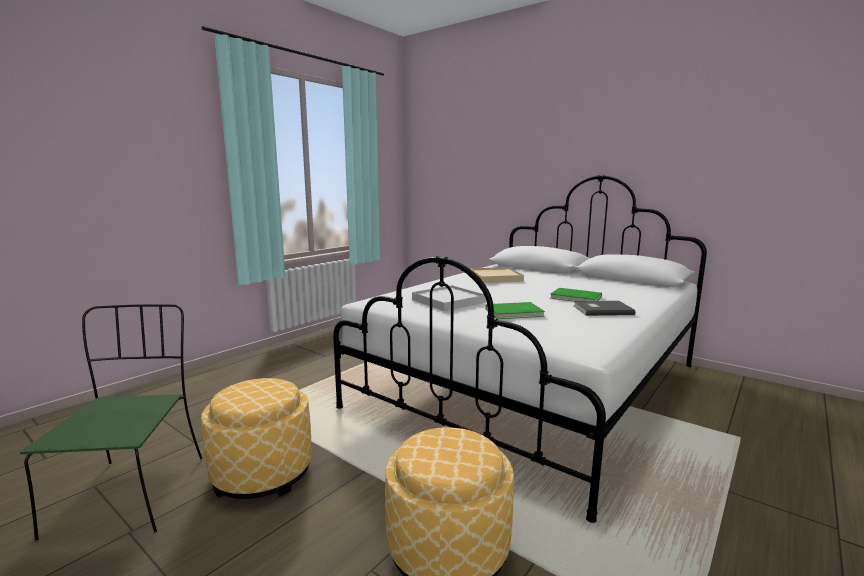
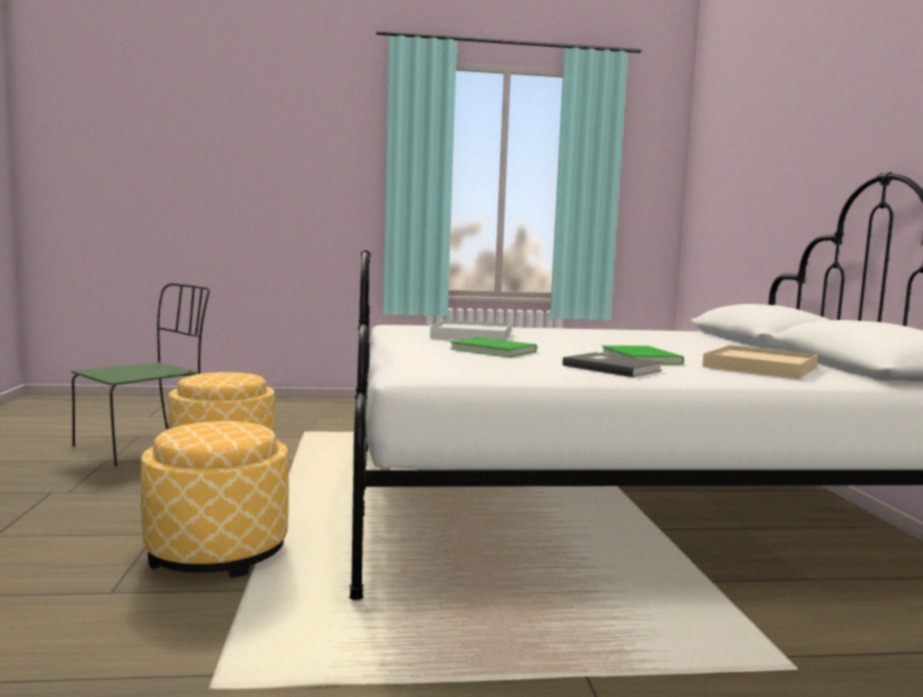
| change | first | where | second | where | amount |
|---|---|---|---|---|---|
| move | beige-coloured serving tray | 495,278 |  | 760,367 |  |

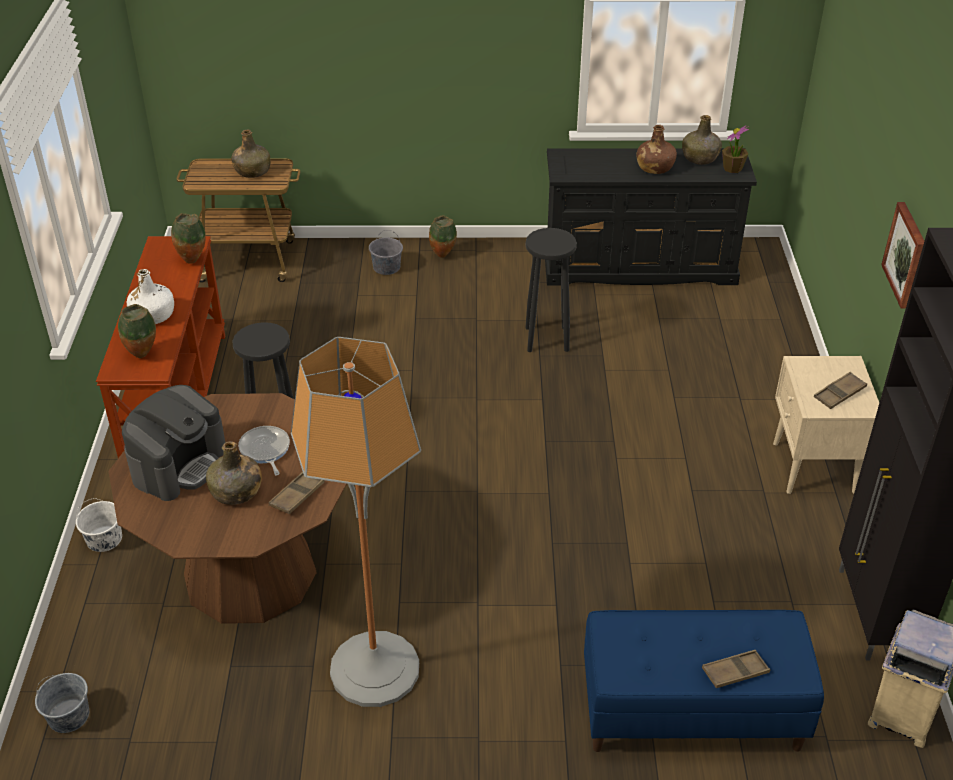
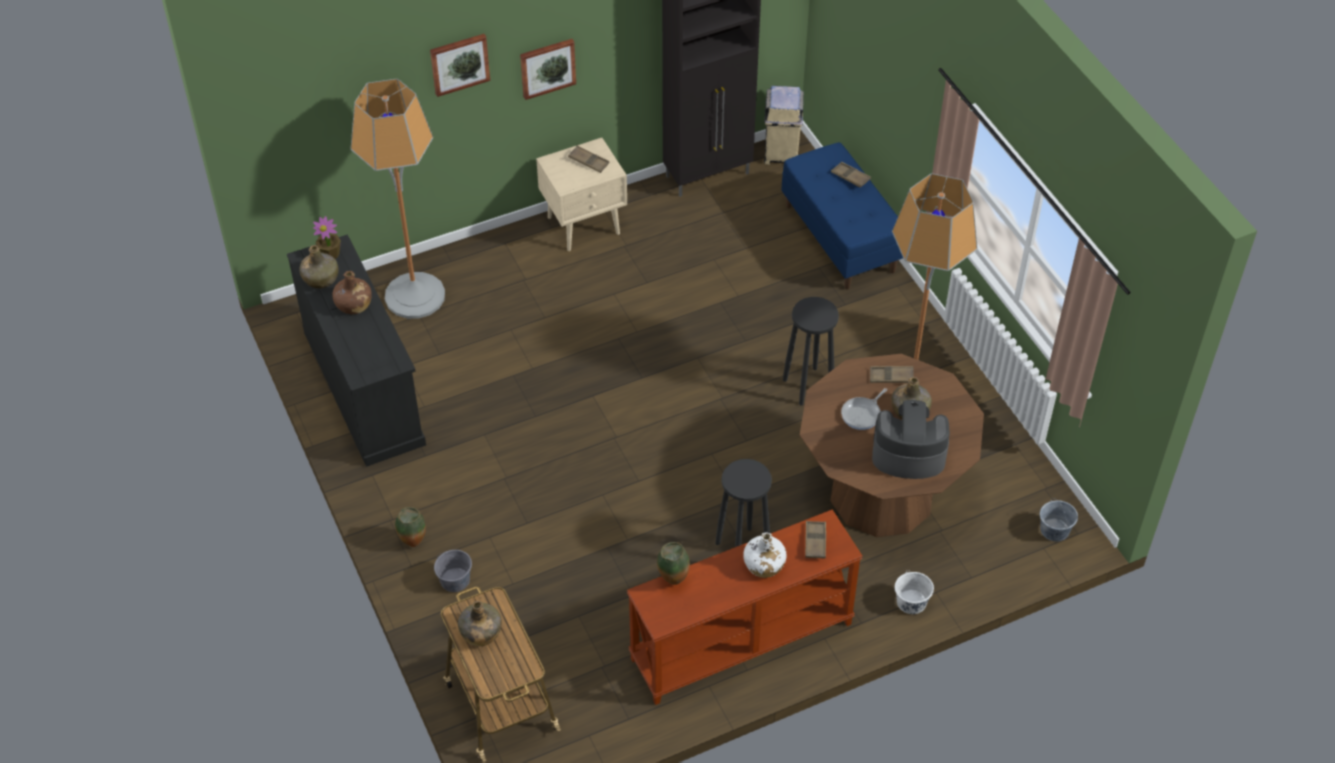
| change | first | where | second | where | amount |
|---|---|---|---|---|---|
| move | blackish sitting stool | 547,339 |  | 808,385 |  |
| replace | decorative vase | 143,355 | brownish serving tray | 815,542 |  |
| insert |  |  | wall picture | 459,63 |  |
| insert |  |  | floor lamp | 415,296 |  |

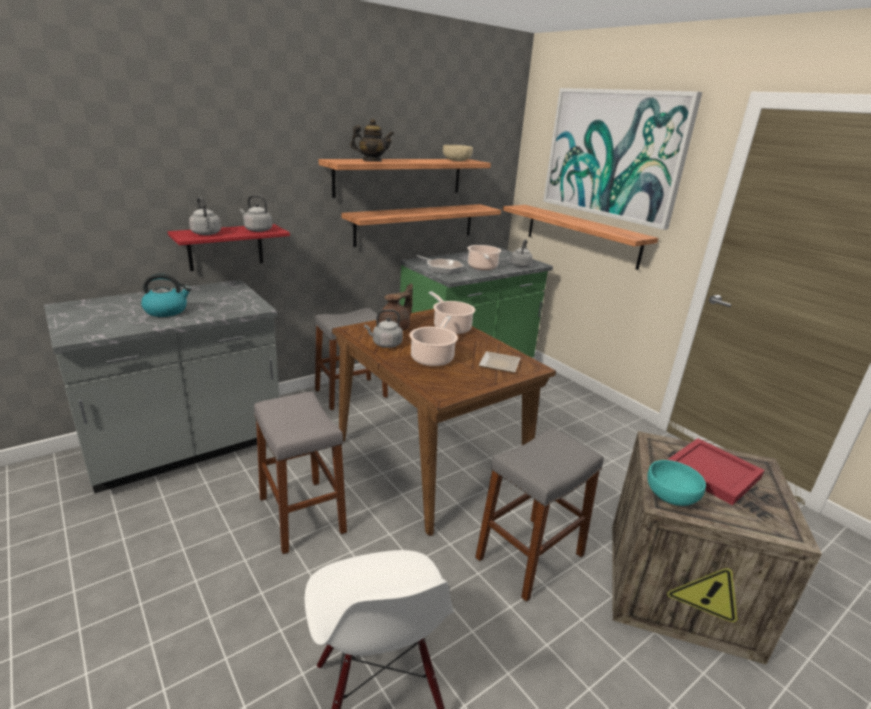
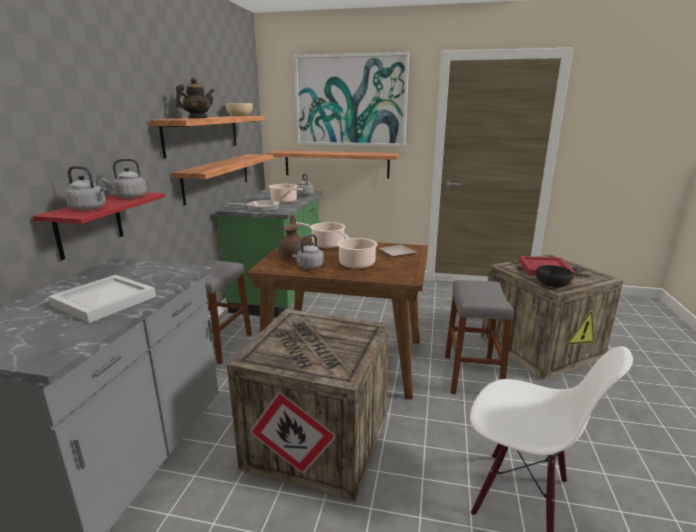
| change | first | where | second | where | amount |
|---|---|---|---|---|---|
| replace | tea kettle | 167,311 | whitish serving tray | 102,301 |  |
| replace | greyish sitting stool | 301,514 | shipping crate | 315,442 |  |
| recolor | blue-green deep dish | 671,496 | blackish deep dish | 552,284 |  |

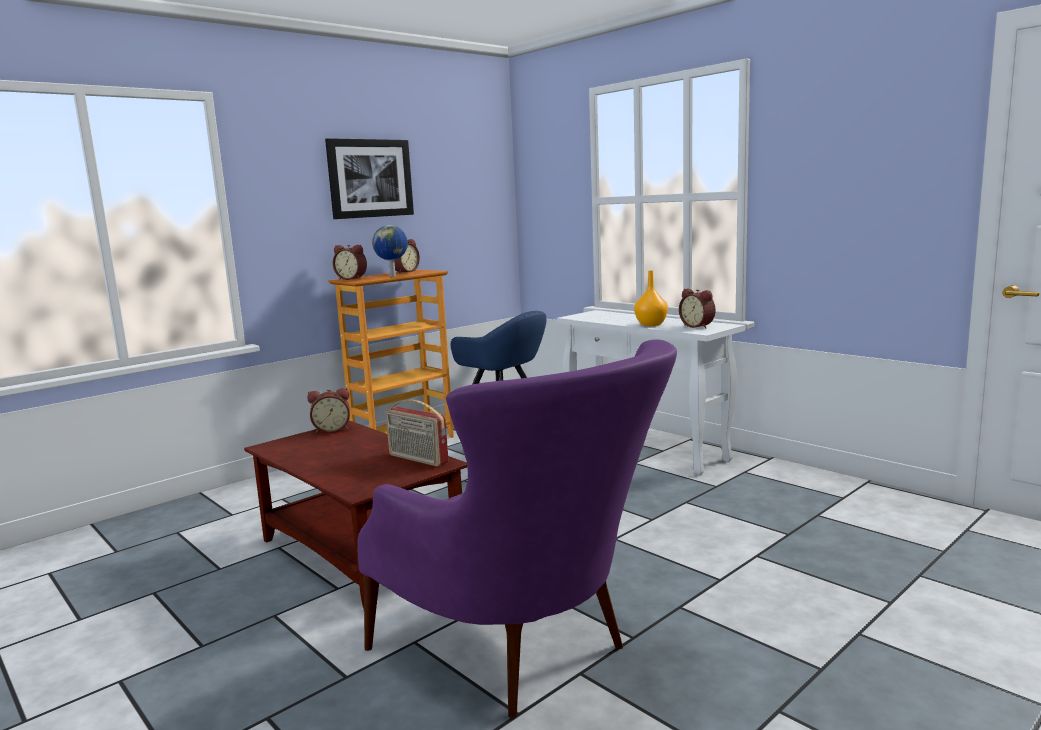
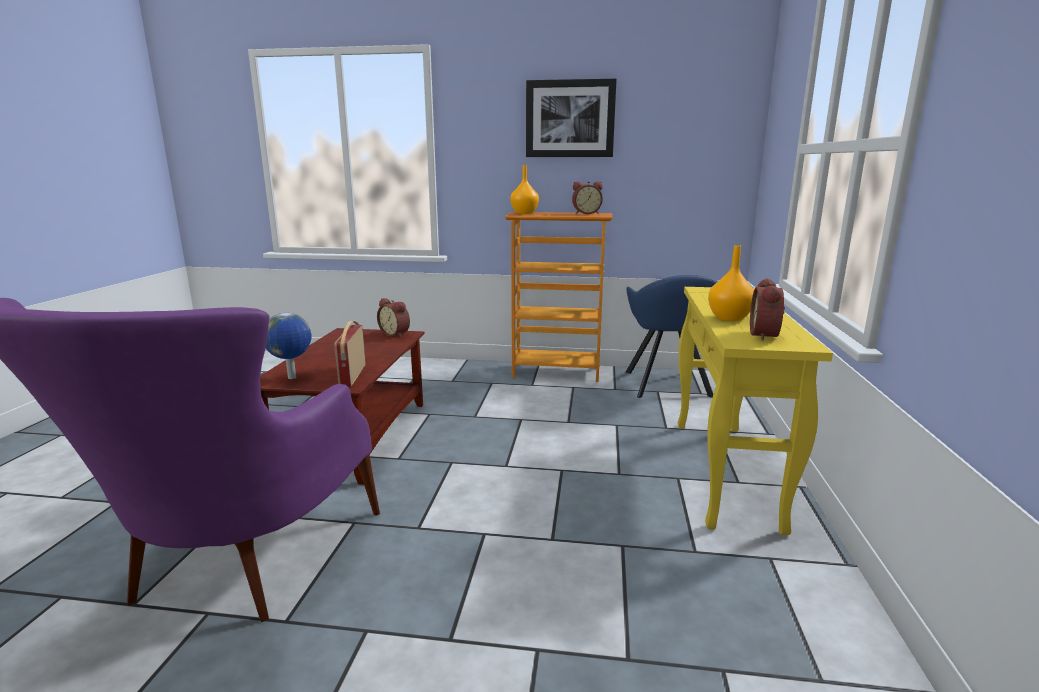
| change | first | where | second | where | amount |
|---|---|---|---|---|---|
| move | globe | 393,276 |  | 292,378 |  |
| replace | bedside clock | 352,279 | orangey decorative vase | 525,213 |  |
| recolor | whitish narrow table | 647,449 | yellow-coloured narrow table | 725,472 |  |

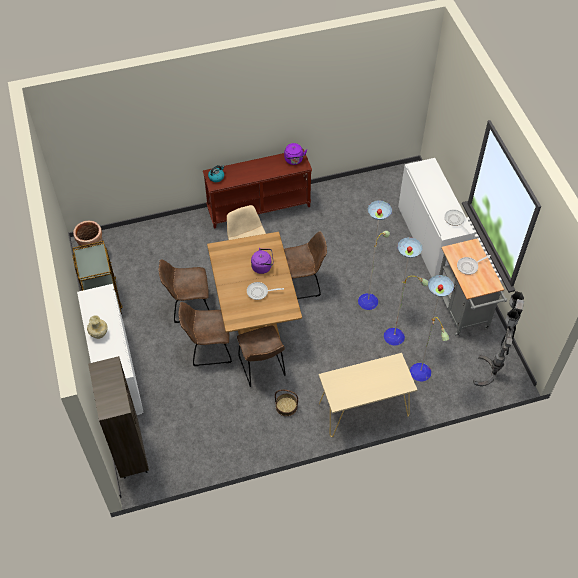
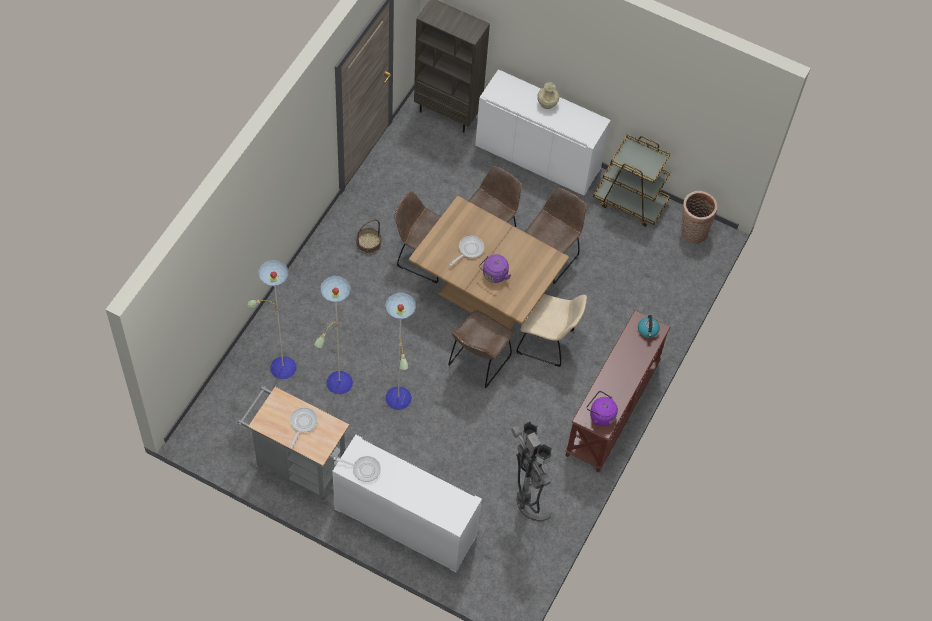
| change | first | where | second | where | amount |
|---|---|---|---|---|---|
| move | greyish floor lamp | 491,373 |  | 524,507 |  |
| delete | beige-coloured narrow table | 363,409 |  |  |  |

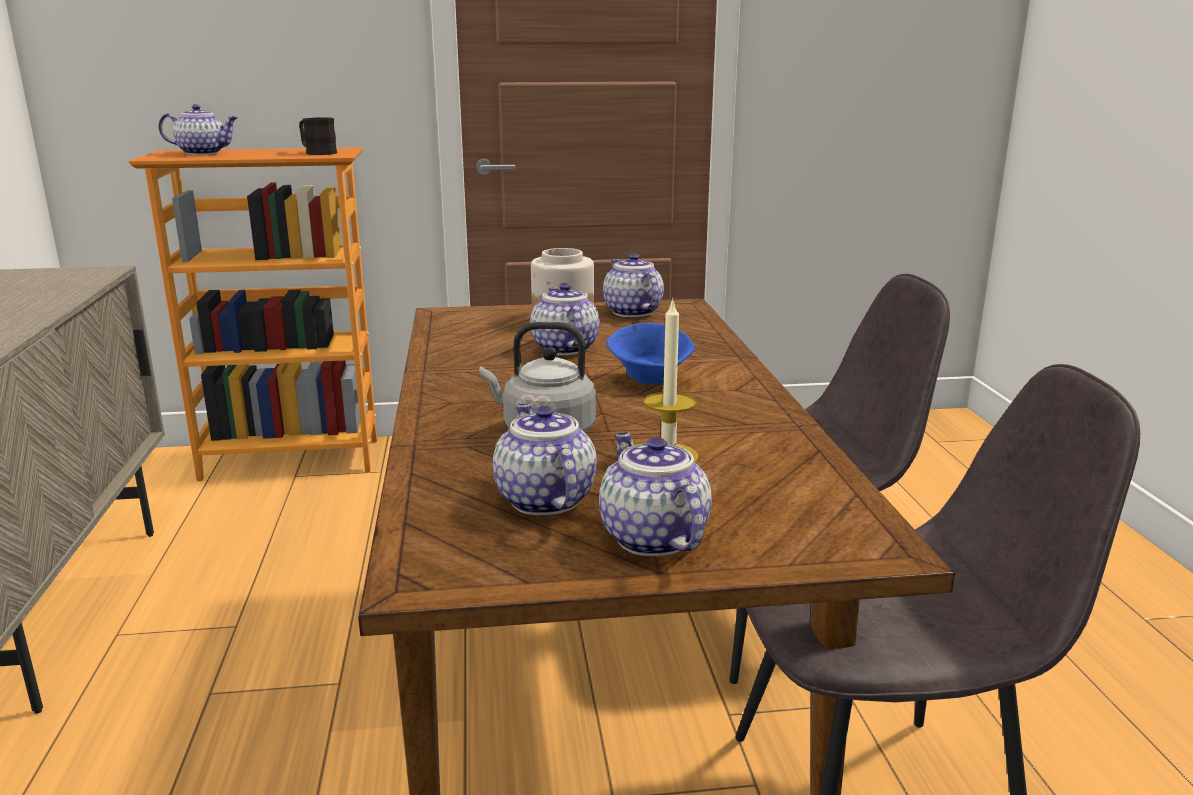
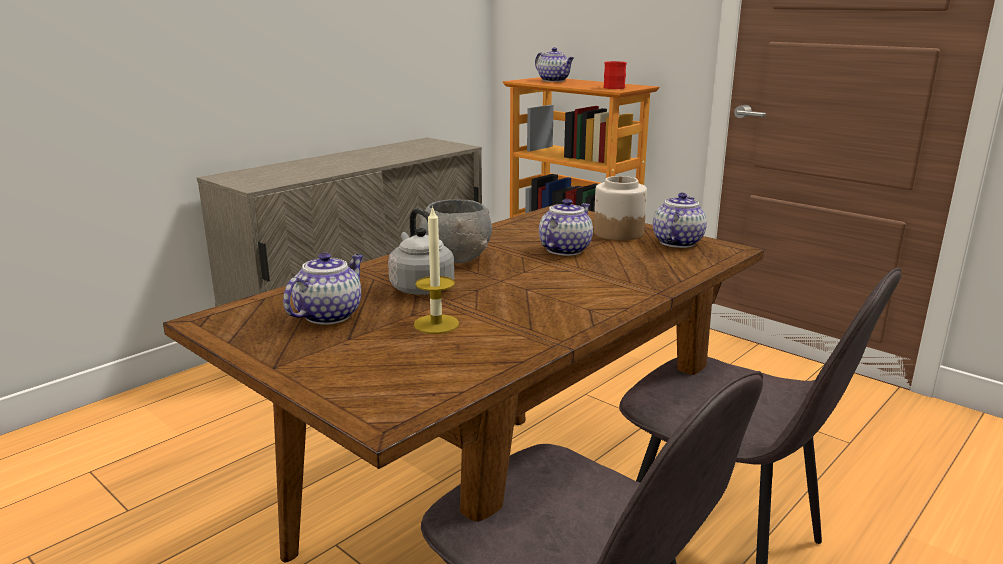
| change | first | where | second | where | amount |
|---|---|---|---|---|---|
| recolor | blackish tea mug | 317,153 | reddish tea mug | 613,87 |  |
| delete | blue deep dish | 651,380 |  |  |  |
| delete | teapot | 651,537 |  |  |  |
| insert |  |  | greyish deep dish | 455,258 |  |

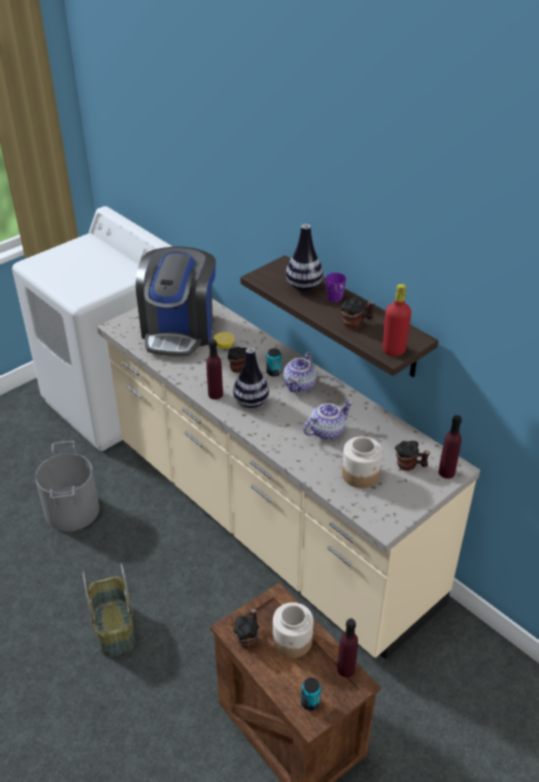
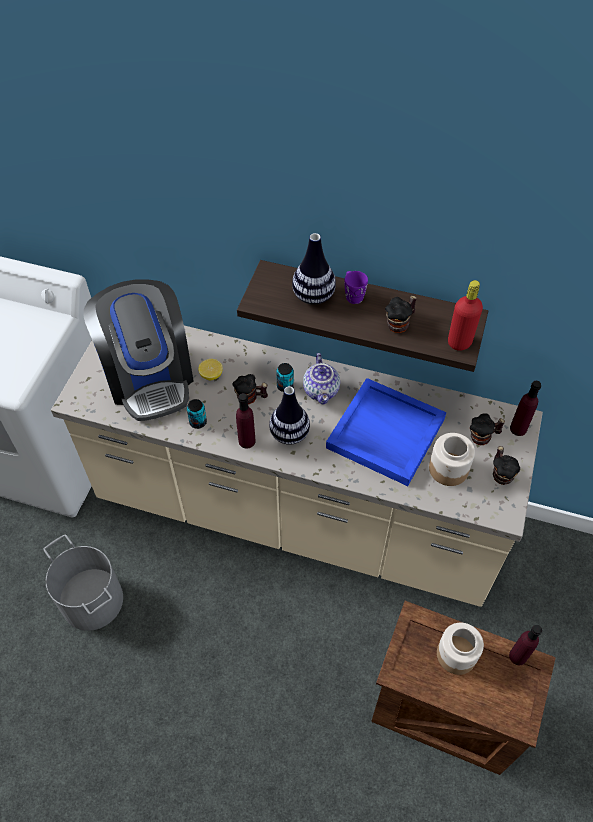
| change | first | where | second | where | amount |
|---|---|---|---|---|---|
| replace | teapot | 326,431 | blue serving tray | 384,433 |  |
| delete | basket | 113,627 |  |  |  |
| move | tea mug | 248,637 |  | 501,473 |  |
| move | sealed can | 310,702 |  | 198,422 |  |

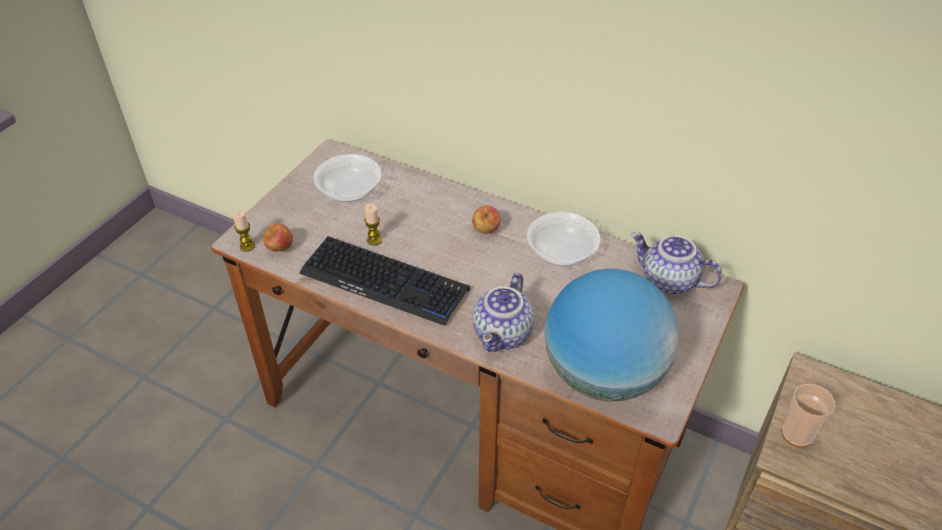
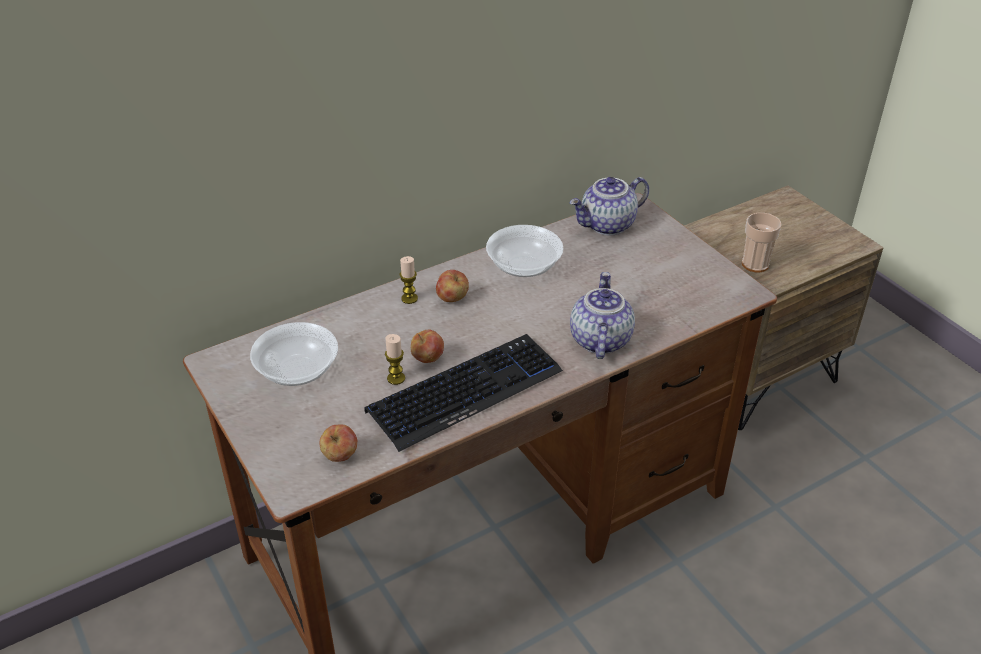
| change | first | where | second | where | amount |
|---|---|---|---|---|---|
| move | candle | 247,246 |  | 409,298 |  |
| delete | globe | 603,374 |  |  |  |
| rotate | teapot | 504,334 |  | 598,340 | 135 degrees counterclockwise |
| insert |  |  | whole apple | 428,359 |  |

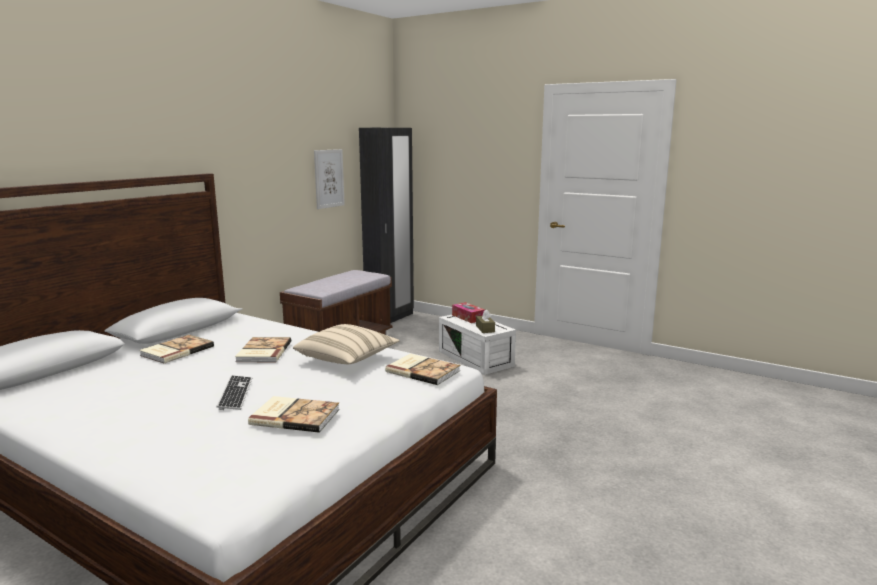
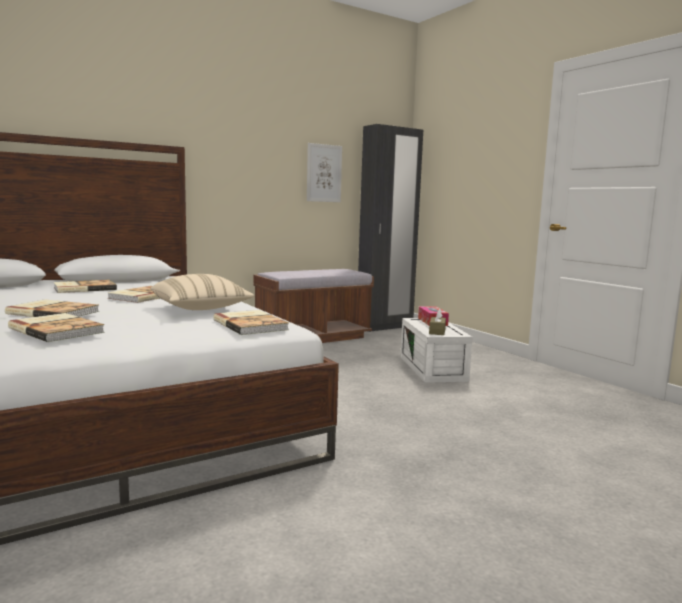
| change | first | where | second | where | amount |
|---|---|---|---|---|---|
| replace | PC keyboard | 235,394 | book | 54,312 |  |

